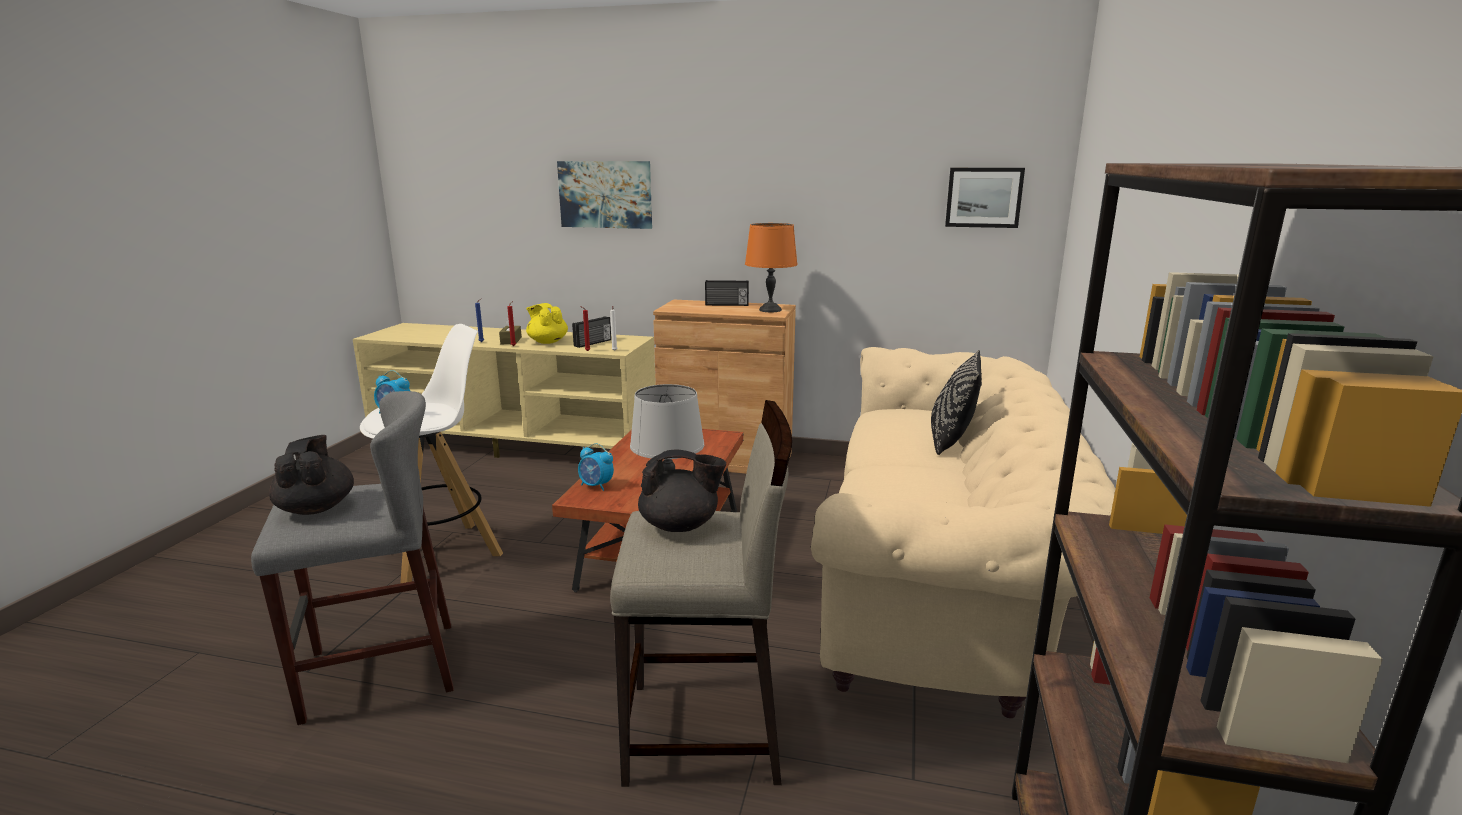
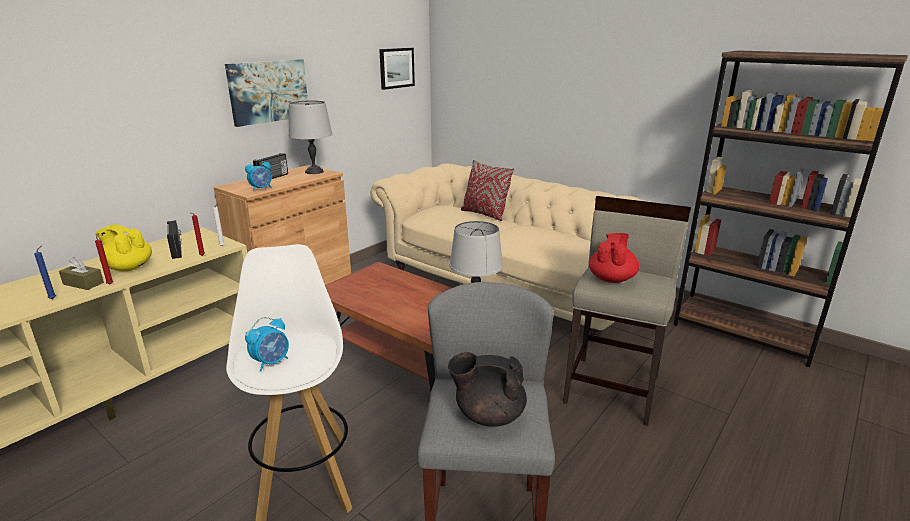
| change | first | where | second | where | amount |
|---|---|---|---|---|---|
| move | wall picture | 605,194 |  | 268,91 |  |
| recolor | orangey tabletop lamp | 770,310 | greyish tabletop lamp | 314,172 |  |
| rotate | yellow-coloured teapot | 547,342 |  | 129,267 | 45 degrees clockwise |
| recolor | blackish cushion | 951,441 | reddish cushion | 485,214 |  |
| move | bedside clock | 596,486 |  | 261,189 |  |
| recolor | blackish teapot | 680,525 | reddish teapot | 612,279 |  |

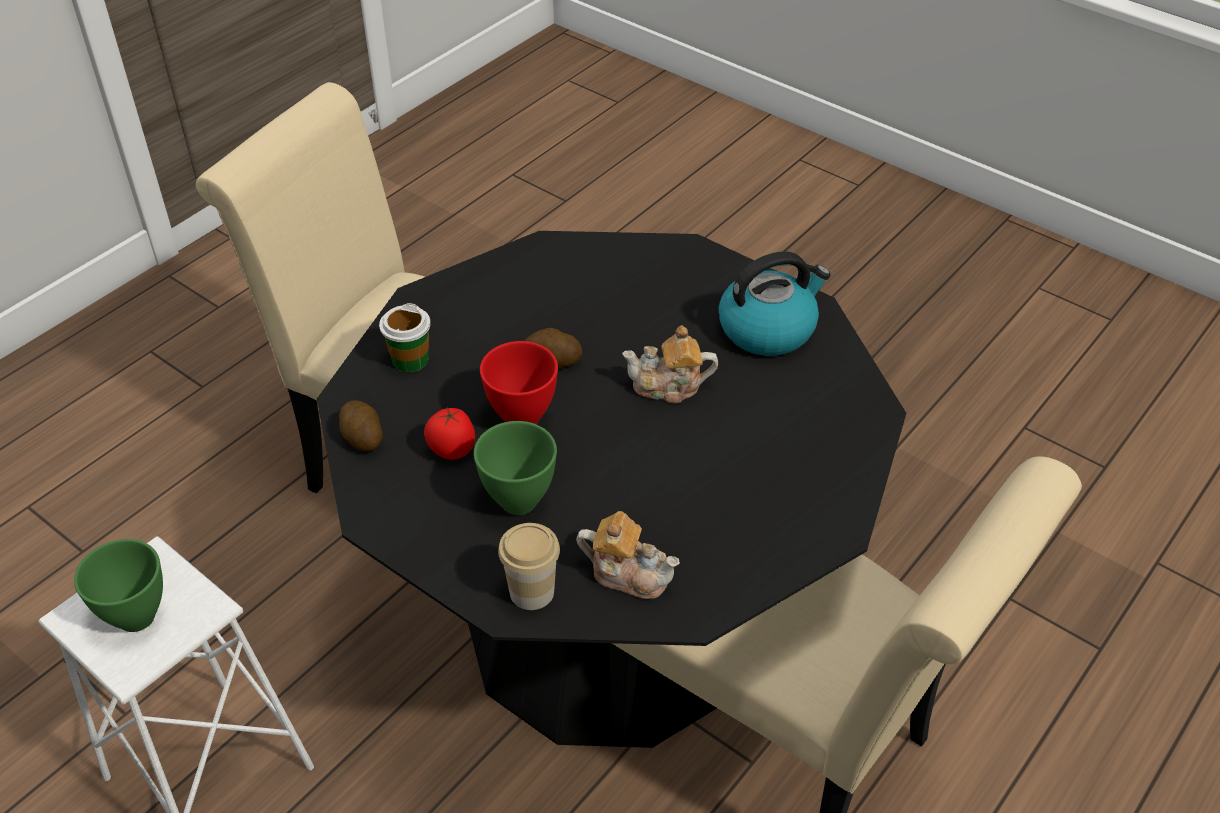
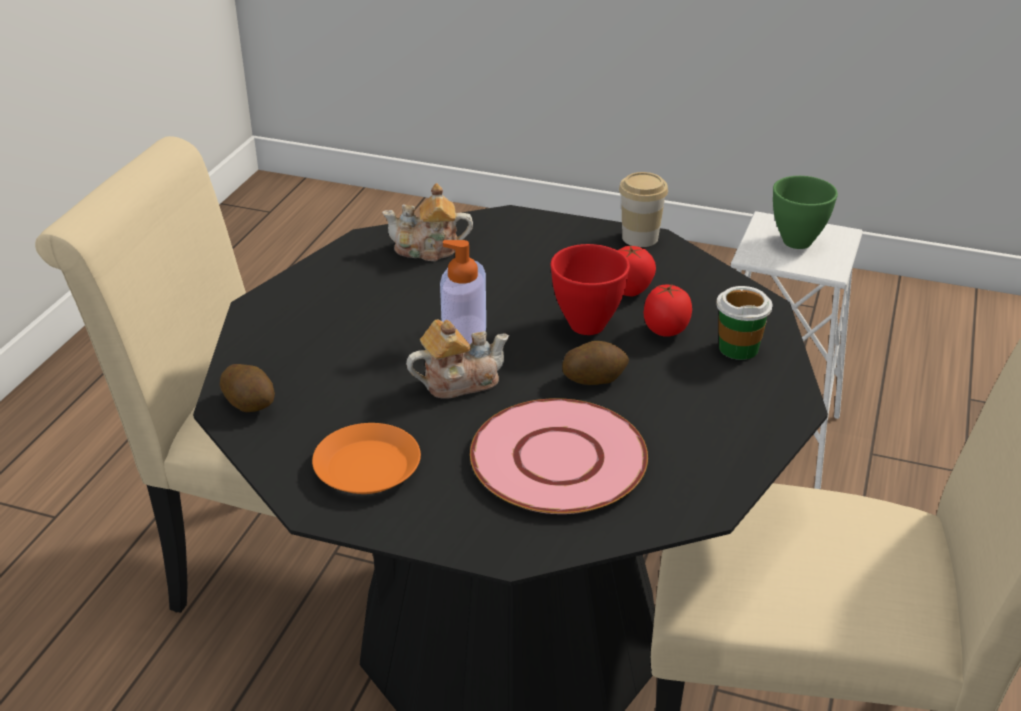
| change | first | where | second | where | amount |
|---|---|---|---|---|---|
| replace | tea kettle | 768,328 | orangey plate | 368,467 |  |
| move | whole potato | 362,437 |  | 250,403 |  |
| delete | green deep dish | 519,500 |  |  |  |
| move | cup | 532,592 |  | 640,238 |  |
| insert |  |  | soap bottle | 464,334 |  |
| insert |  |  | whole tomato | 666,332 |  |
| insert |  |  | pink plate | 557,458 |  |

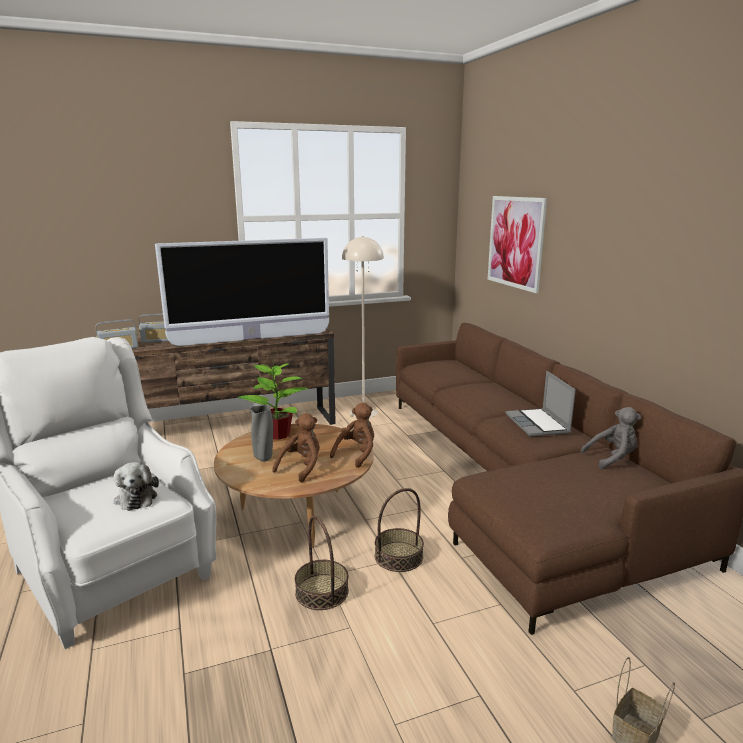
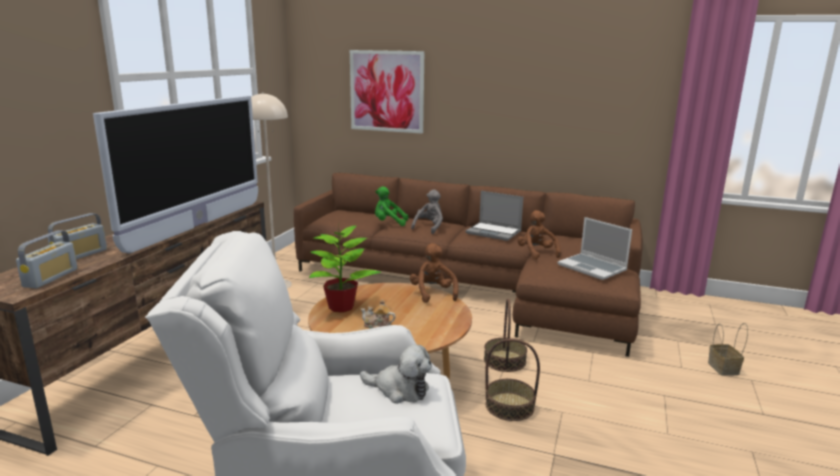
| change | first | where | second | where | amount |
|---|---|---|---|---|---|
| replace | greyish decorative vase | 263,458 | teapot | 377,326 |  |
| move | greyish plush toy | 612,459 |  | 429,227 |  |
| move | brownish plush toy | 301,467 |  | 536,253 |  |
| insert |  |  | green plush toy | 389,223 |  |
| insert |  |  | portable computer | 593,268 |  |

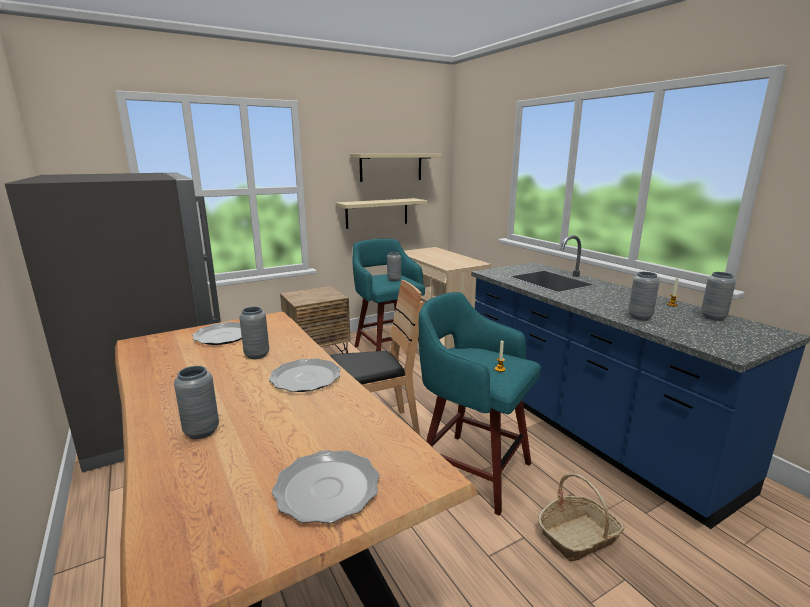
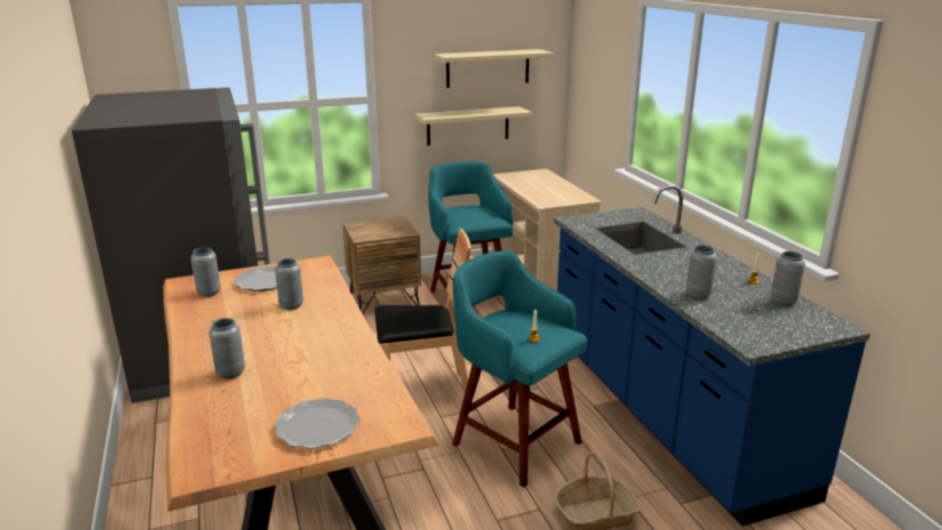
| change | first | where | second | where | amount |
|---|---|---|---|---|---|
| move | greyish decorative vase | 394,280 |  | 209,293 |  |
| delete | plate | 306,378 |  |  |  |

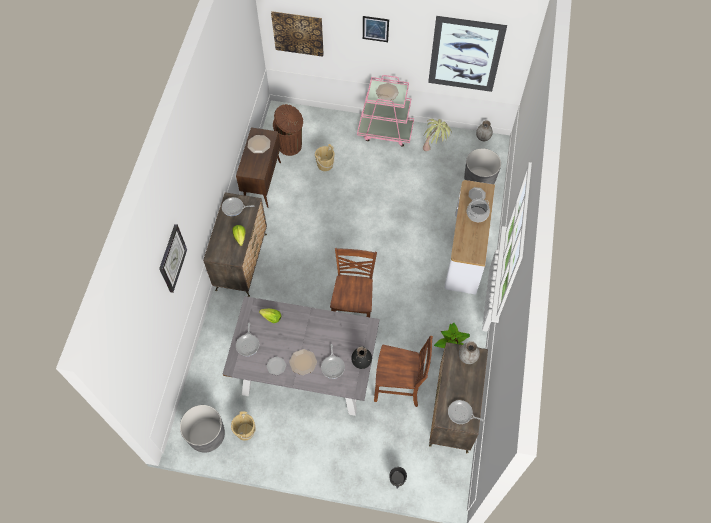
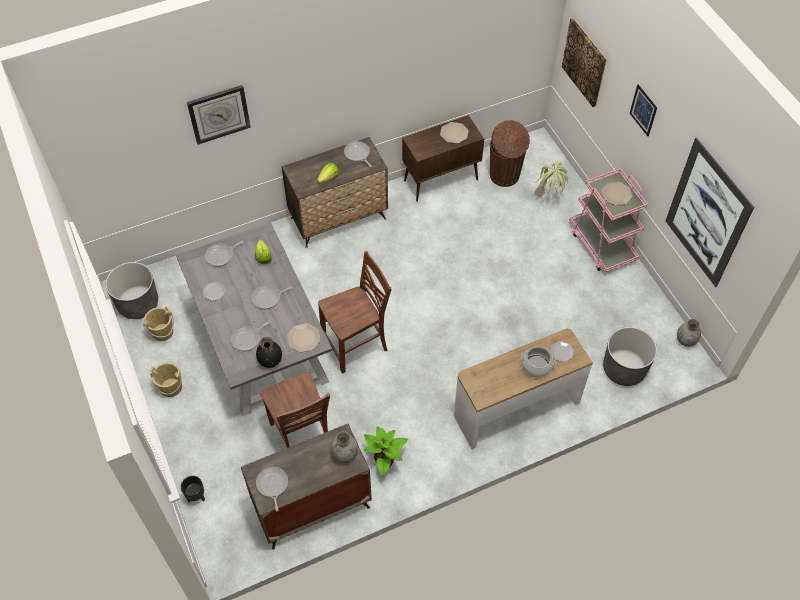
| change | first | where | second | where | amount |
|---|---|---|---|---|---|
| move | plant in a pot | 434,147 |  | 548,200 |  |
| move | beige-coloured bucket | 325,165 |  | 171,387 |  |
| move | plate | 303,362 |  | 303,338 |  |
| insert |  |  | frying pan | 268,298 |  |

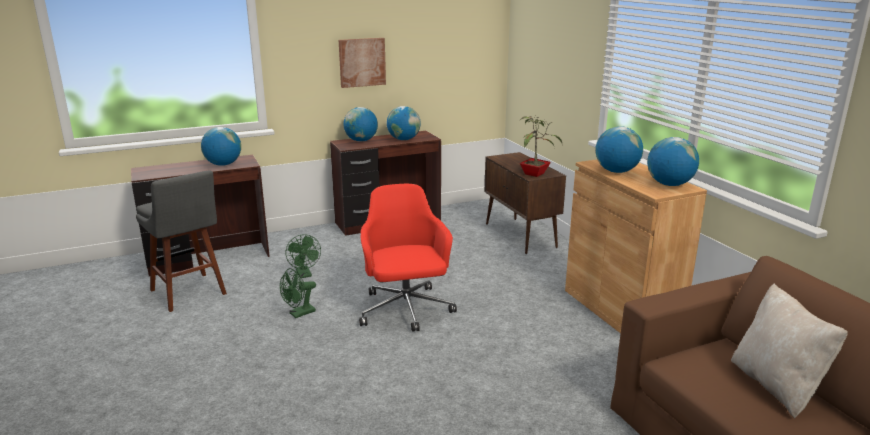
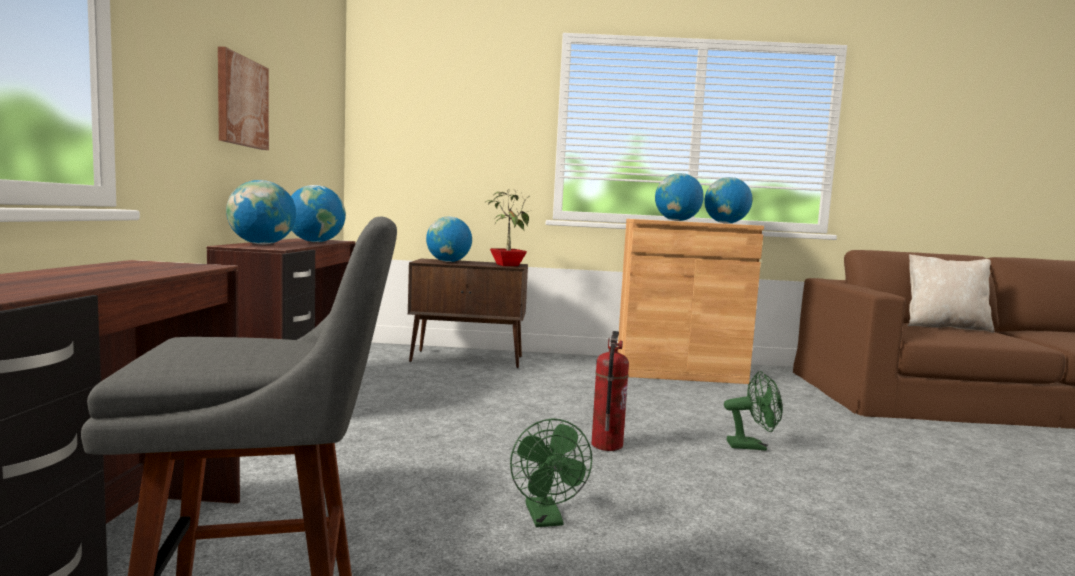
| change | first | where | second | where | amount |
|---|---|---|---|---|---|
| move | globe | 223,164 |  | 448,262 |  |
| replace | reddish office chair | 405,310 | fire-fighting cylinder | 606,445 |  |
| move | green electric fan | 305,275 |  | 752,446 |  |

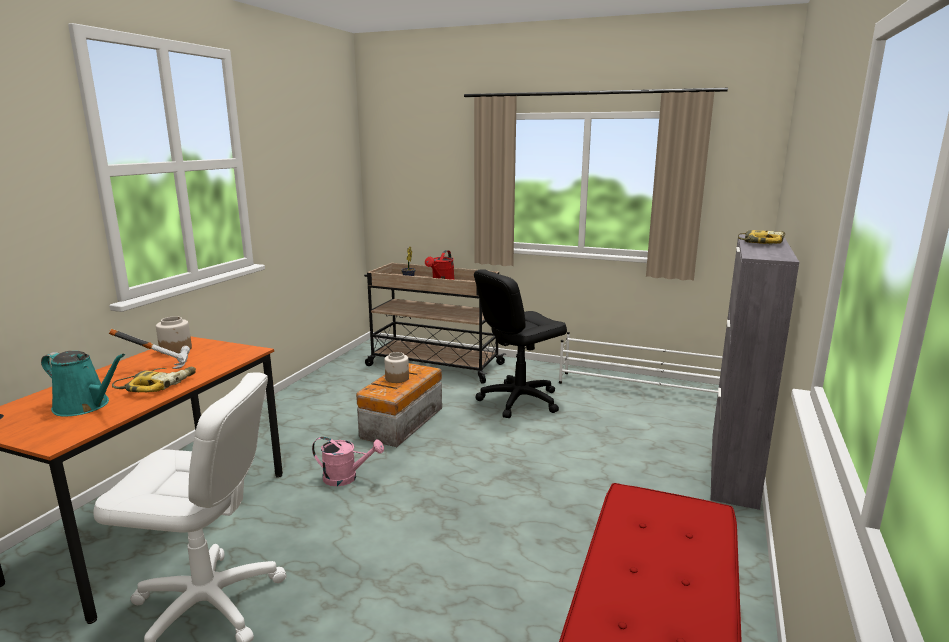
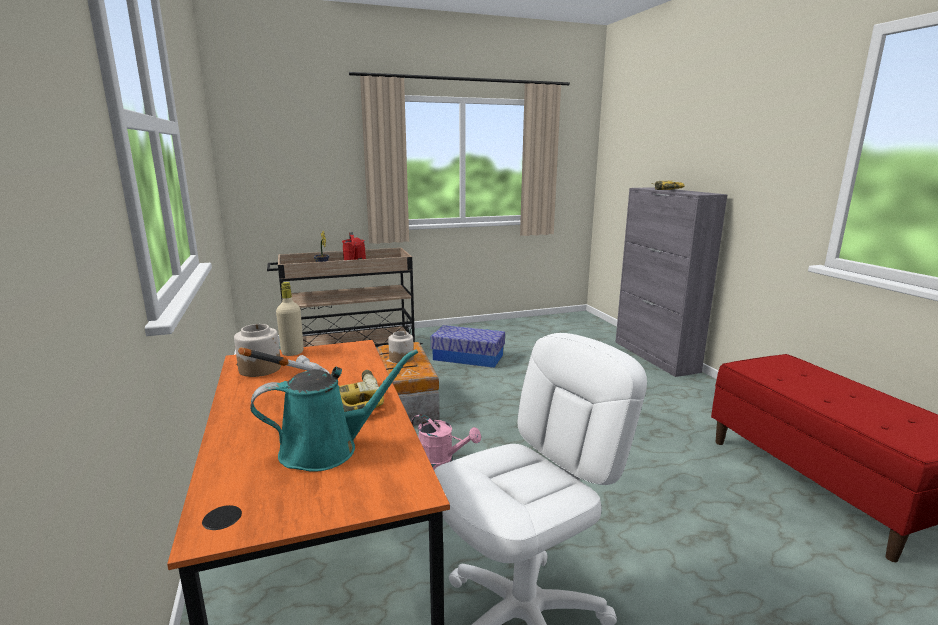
| change | first | where | second | where | amount |
|---|---|---|---|---|---|
| replace | blackish office chair | 519,400 | storage bin | 468,357 |  |
| delete | whitish shoe shelf | 639,389 |  |  |  |
| rotate | pink watering can | 346,478 |  | 442,462 | 60 degrees clockwise |
| insert |  |  | beige-coloured drink bottle | 292,352 |  |

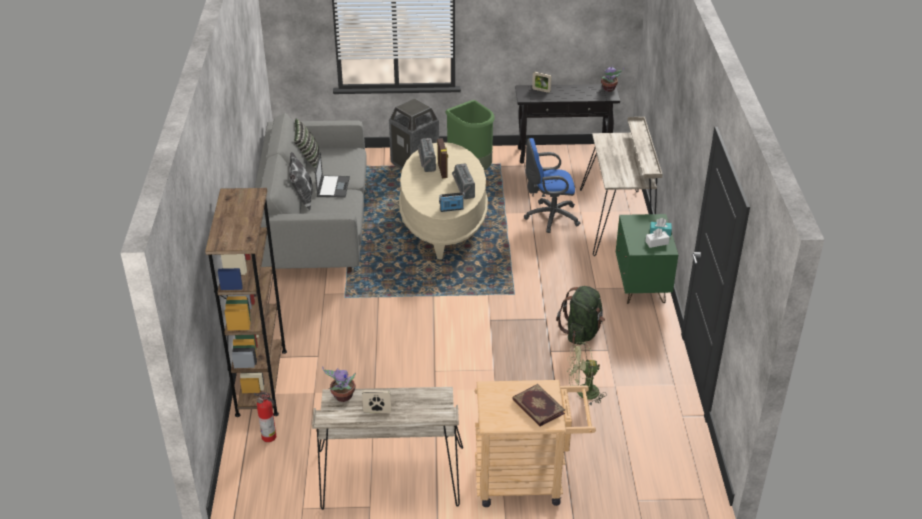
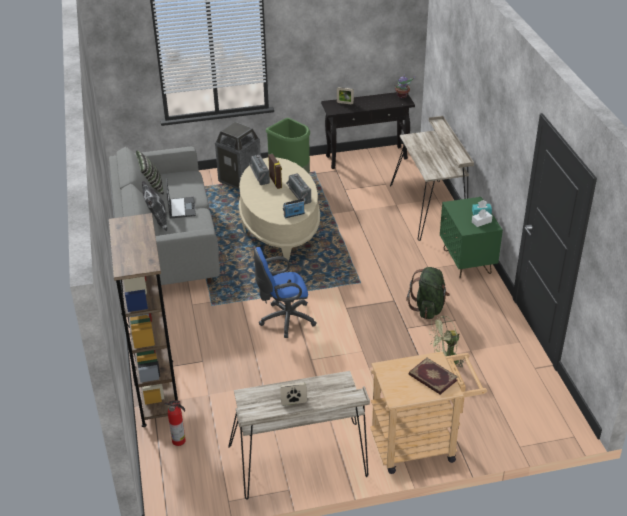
| change | first | where | second | where | amount |
|---|---|---|---|---|---|
| move | blue office chair | 549,217 |  | 284,320 |  |
| delete | plant in a pot | 342,396 |  |  |  |

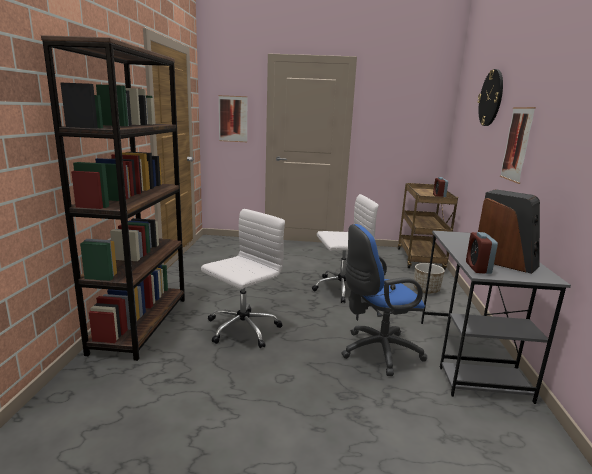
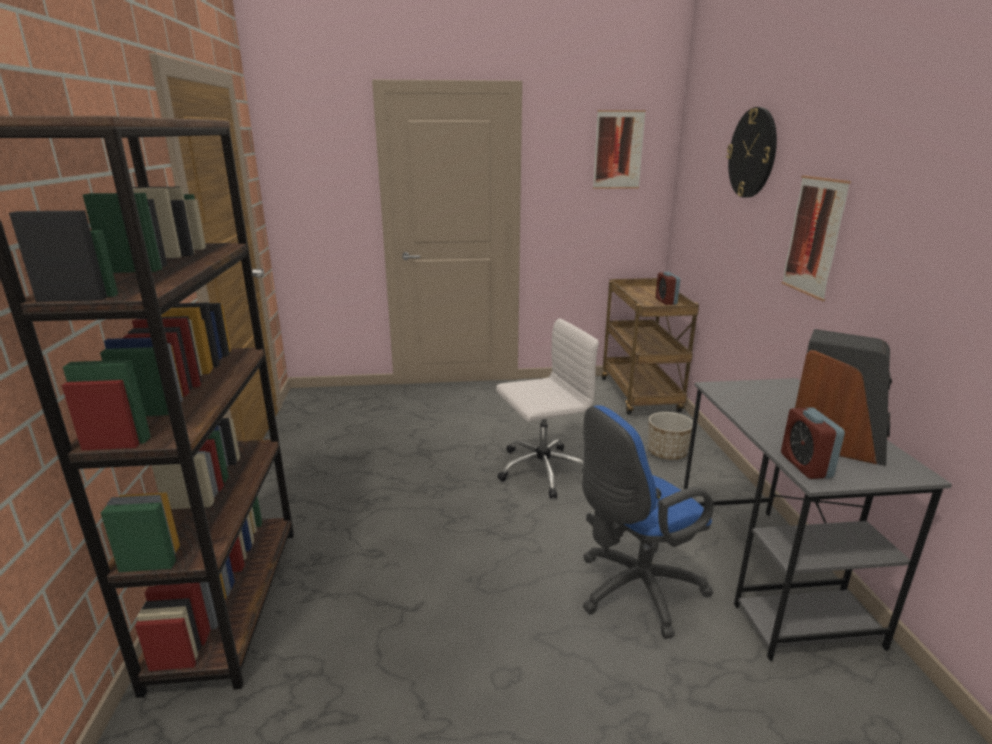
| change | first | where | second | where | amount |
|---|---|---|---|---|---|
| move | wall picture | 233,119 |  | 618,150 |  |
| delete | whitish office chair | 241,329 |  |  |  |

